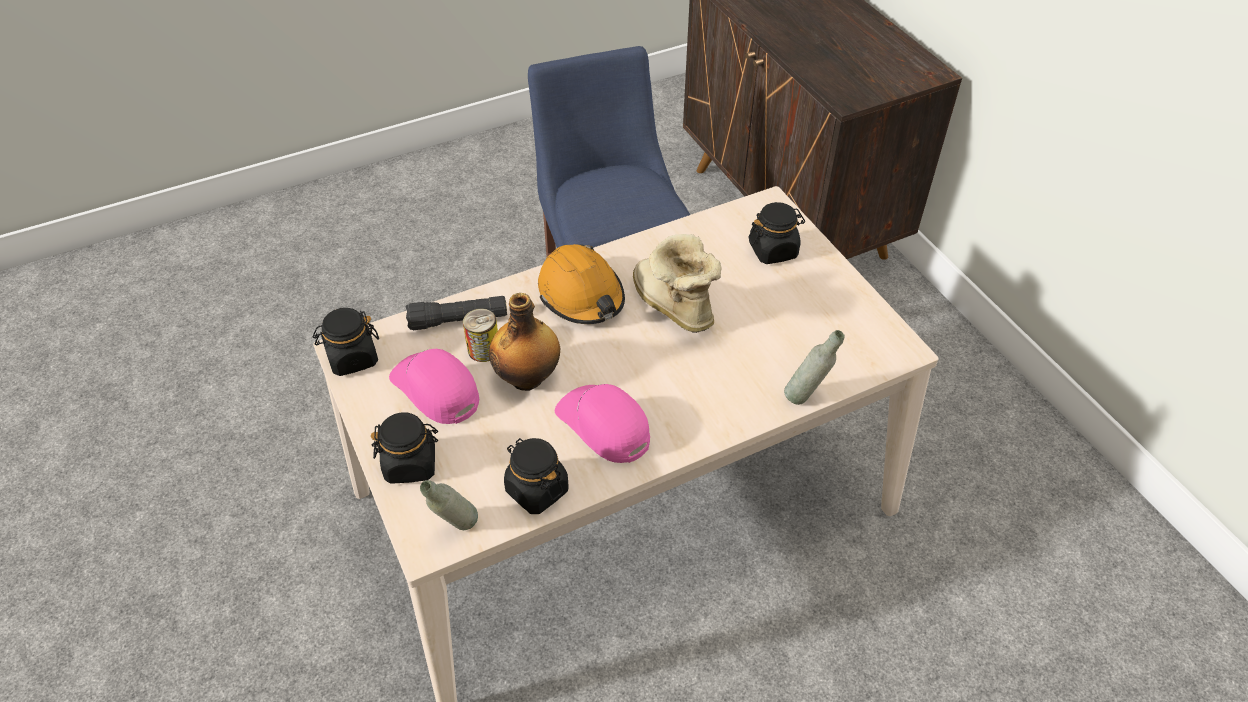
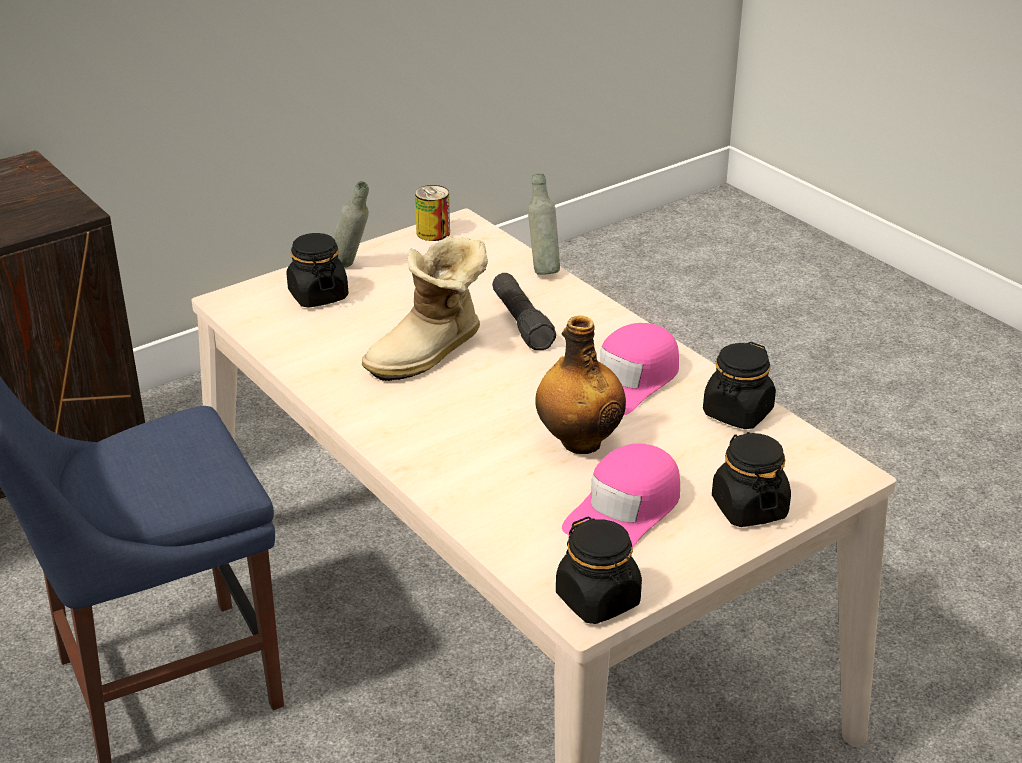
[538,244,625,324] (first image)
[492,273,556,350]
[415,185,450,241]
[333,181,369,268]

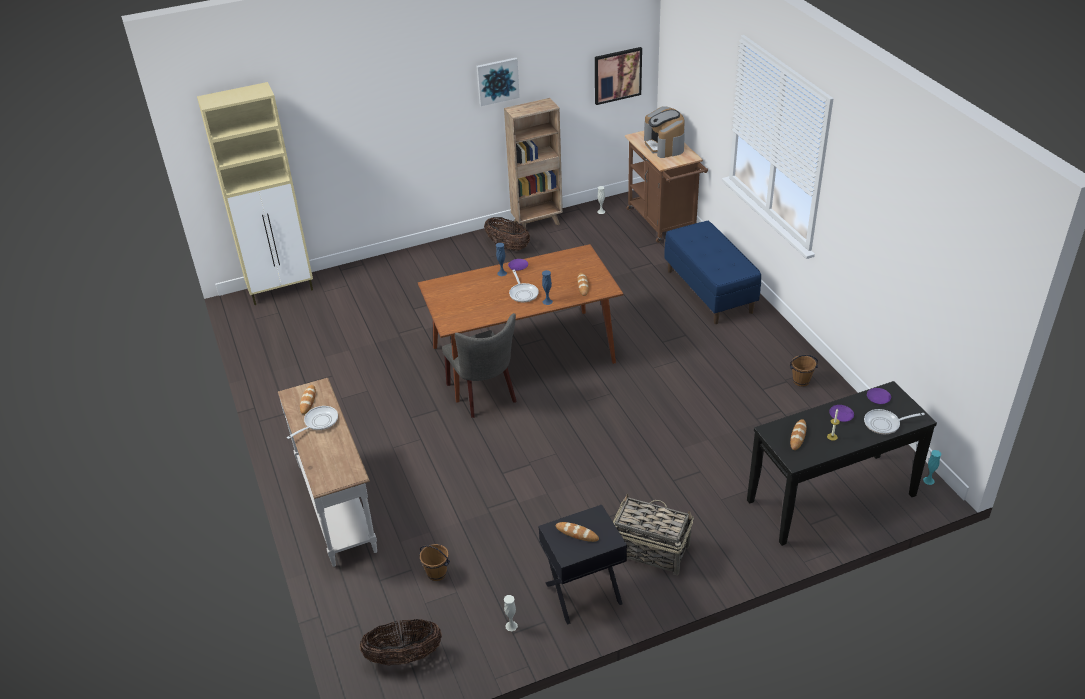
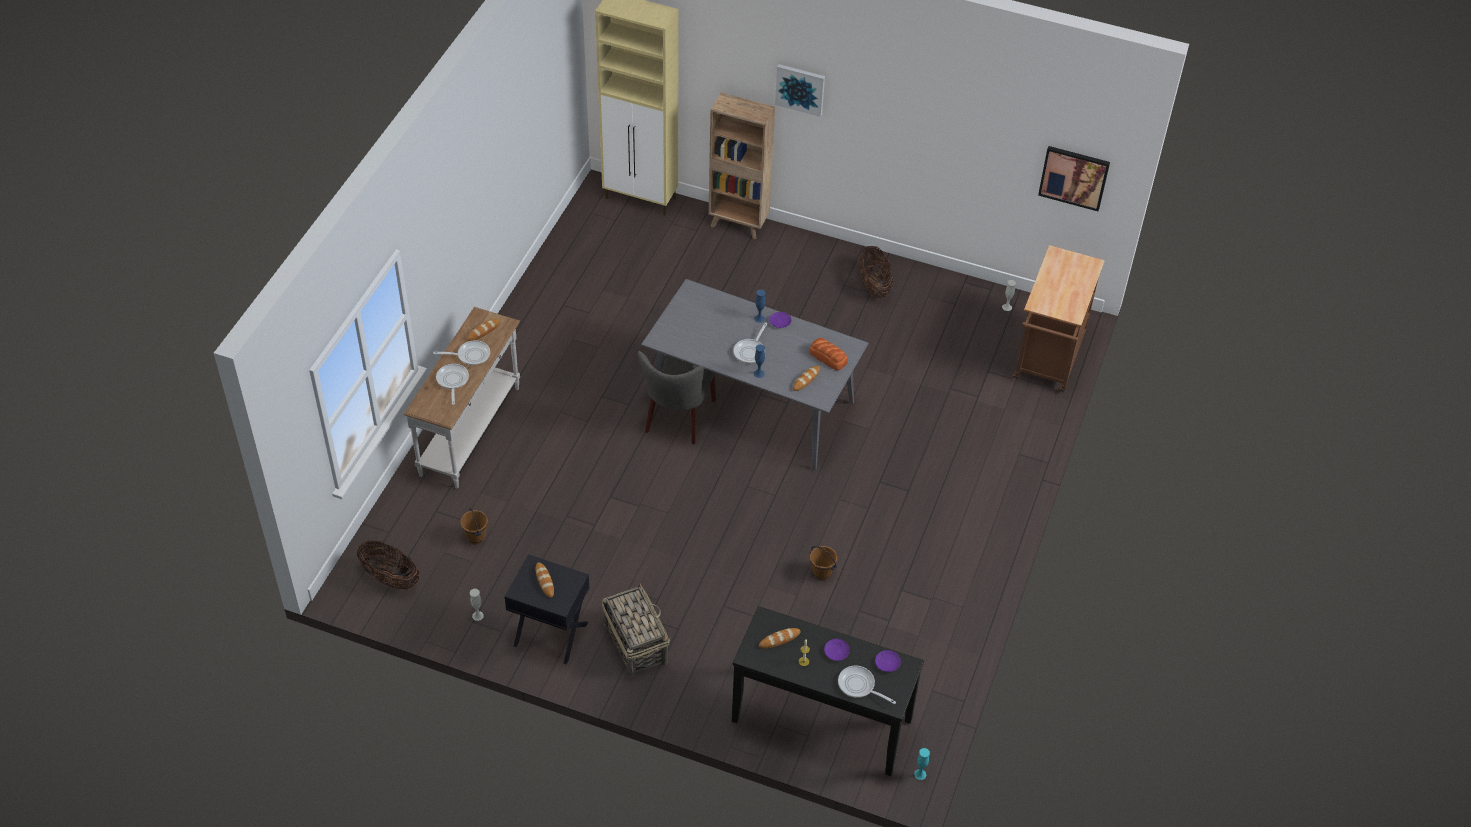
[775,64,825,117]
[709,92,775,239]
[644,106,685,158] (first image)
[664,221,761,324] (first image)
[641,279,868,471]
[809,546,837,580]
[809,338,848,370]
[436,364,469,405]

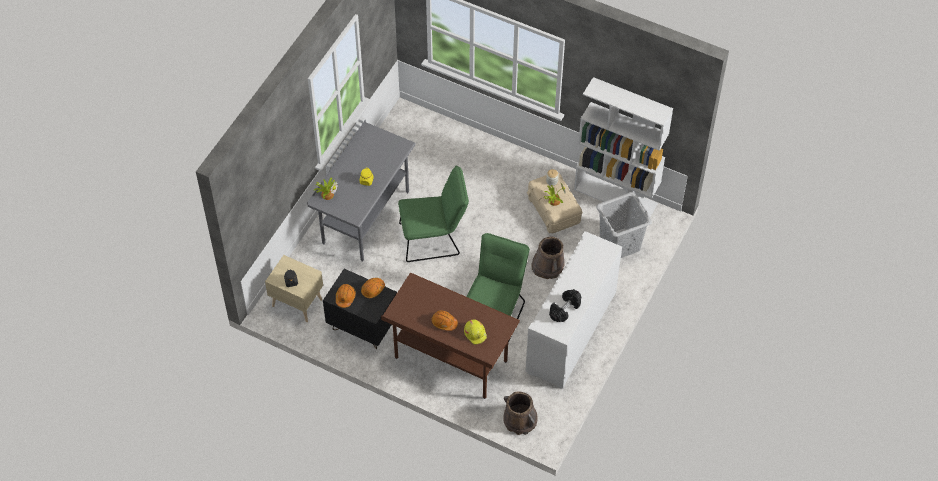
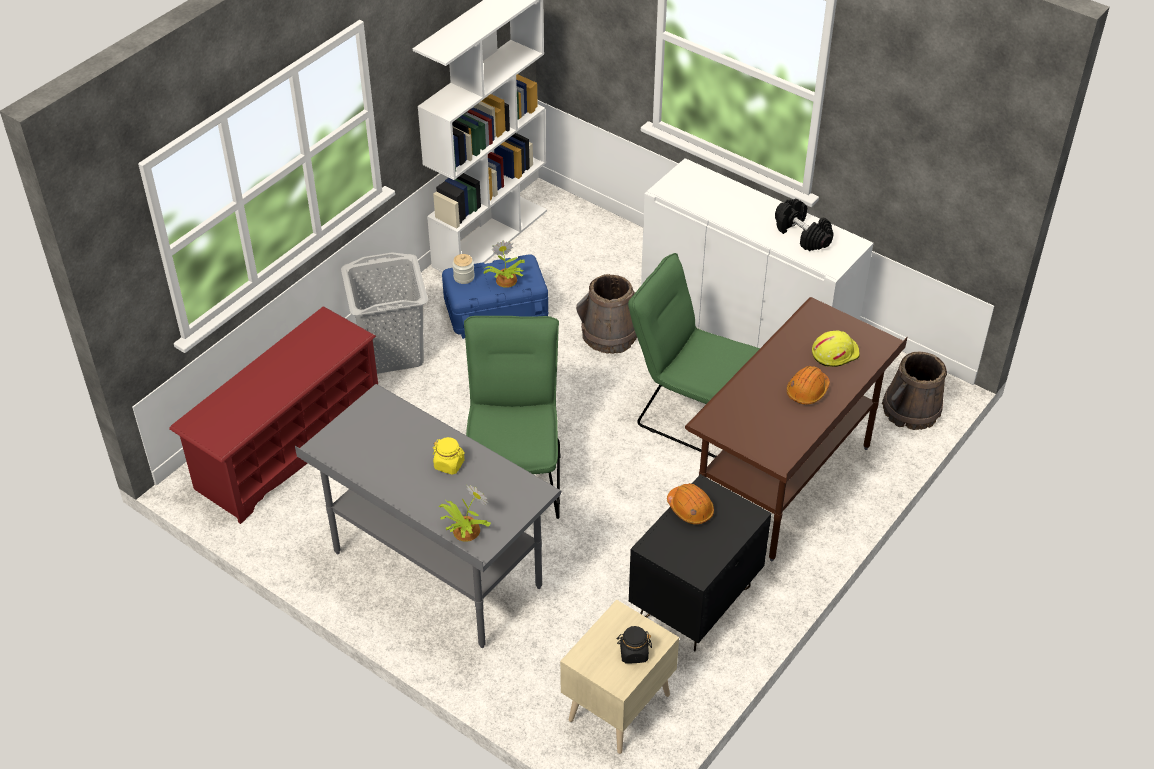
[442,255,548,339]
[341,252,428,374]
[336,284,356,308] (first image)
[169,307,378,524]

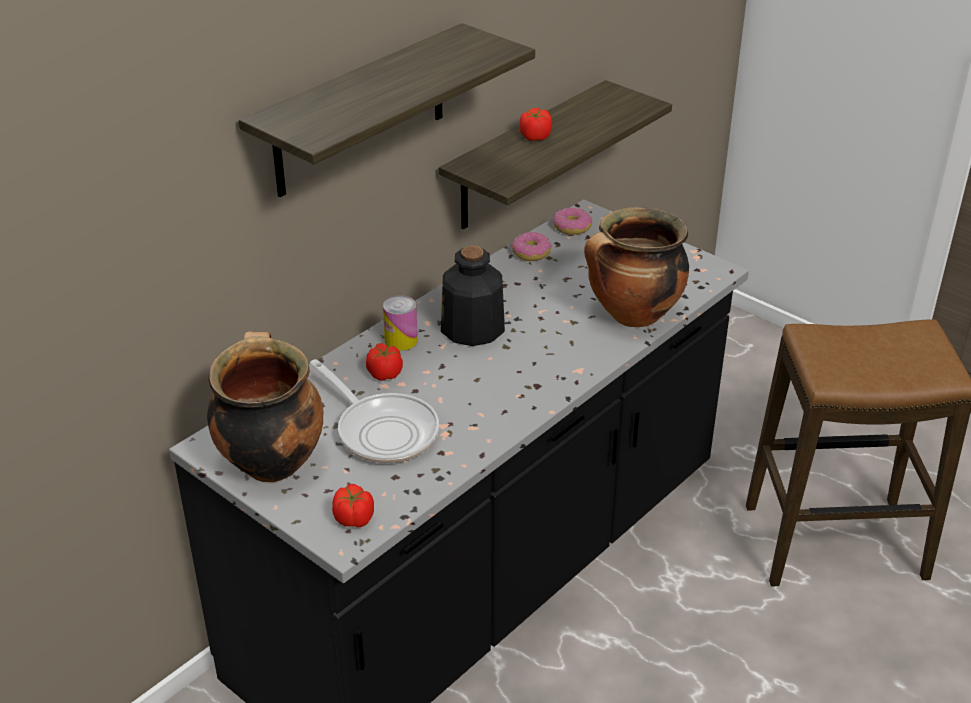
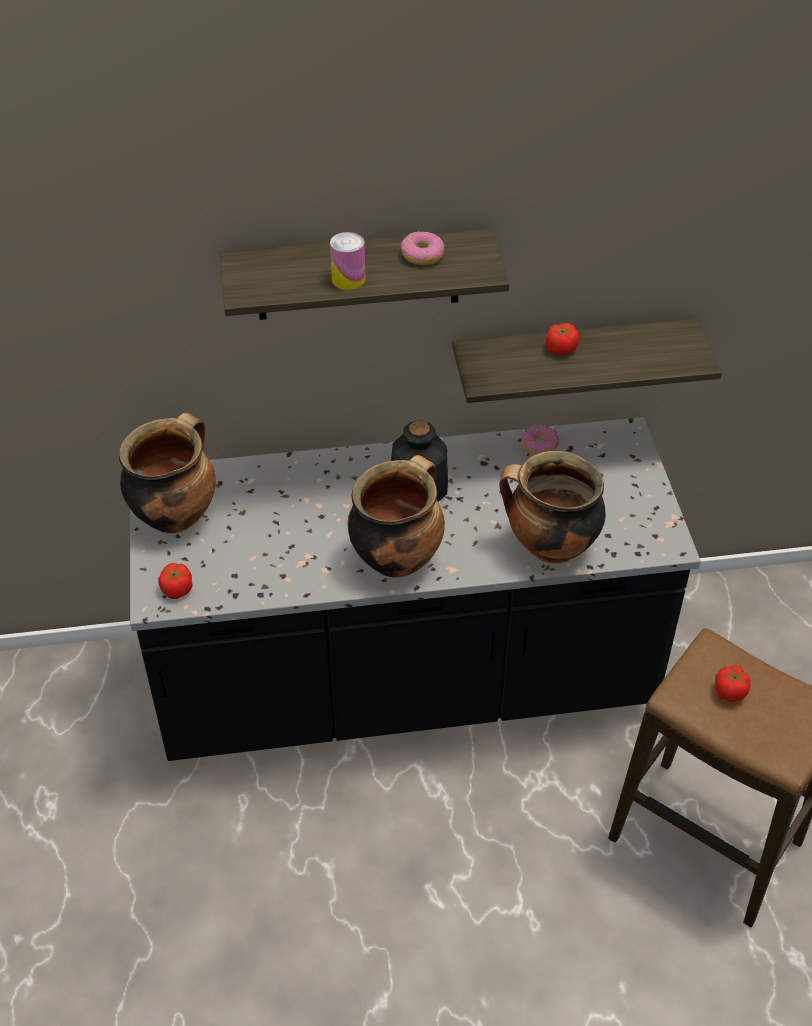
[401,232,444,265]
[330,232,366,290]
[715,665,751,702]
[310,359,439,463] (first image)
[347,455,445,578]

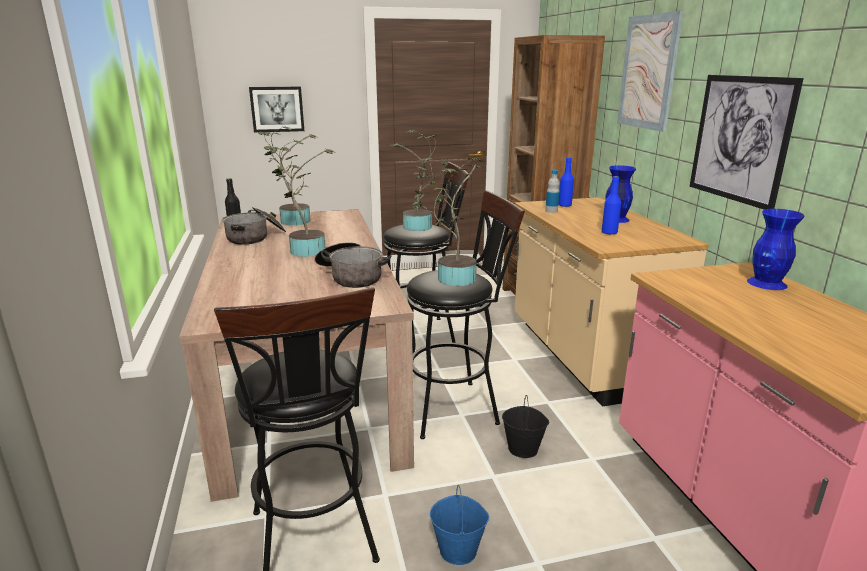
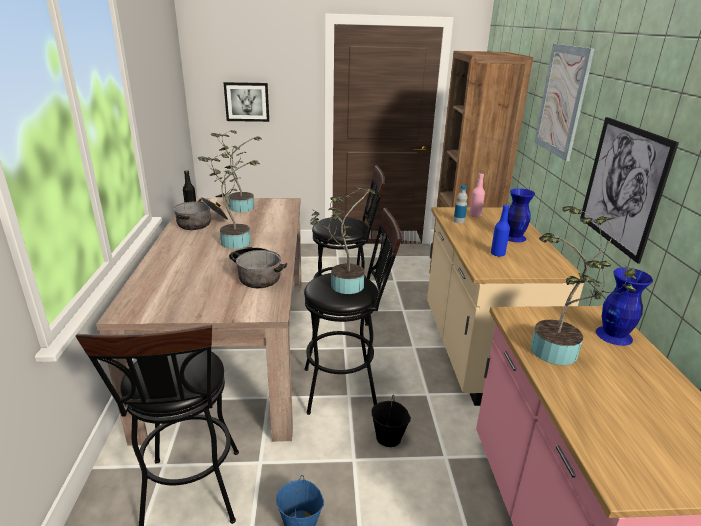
[530,206,638,365]
[469,173,485,217]

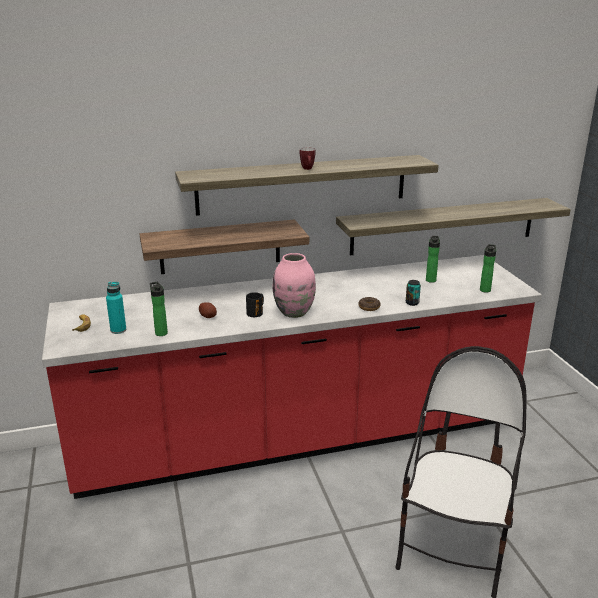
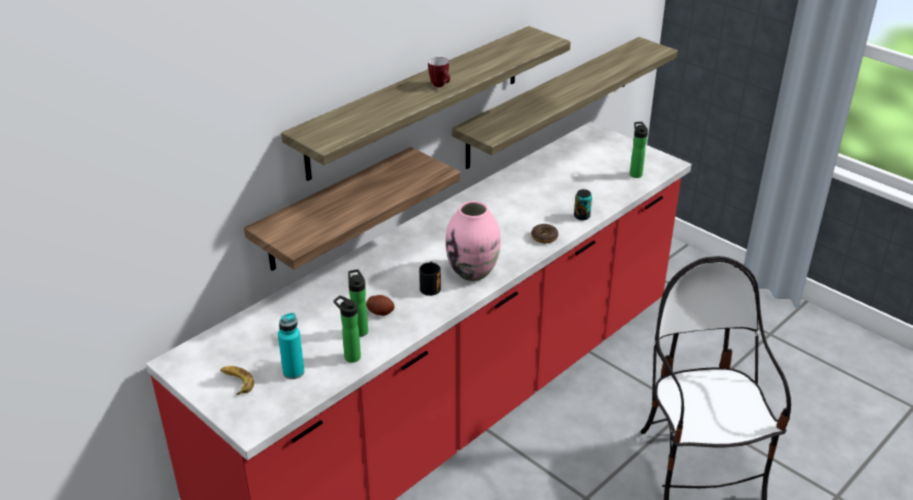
[348,269,368,337]

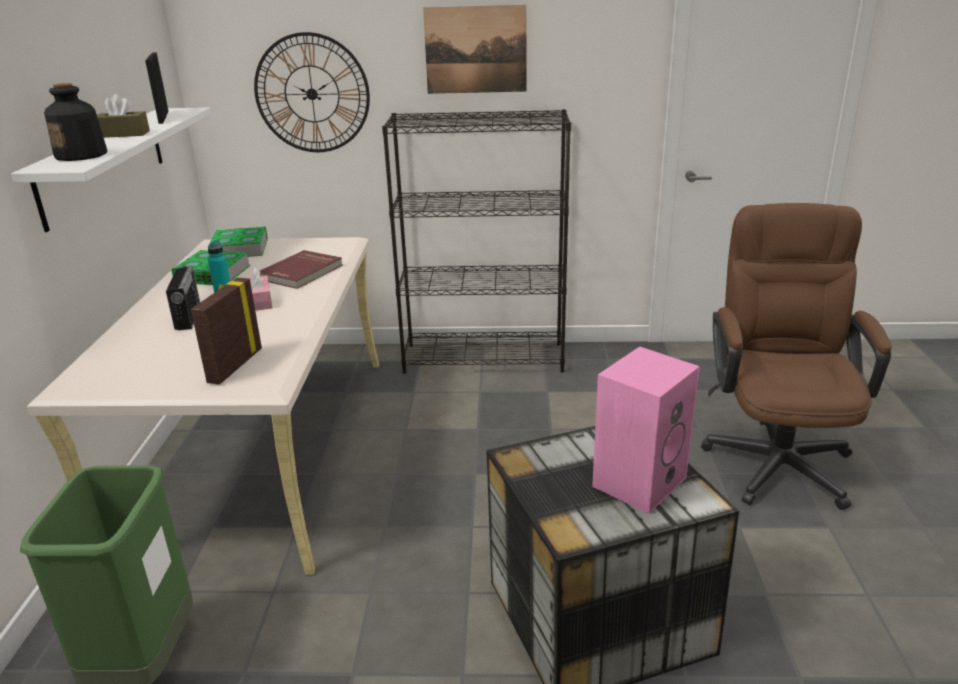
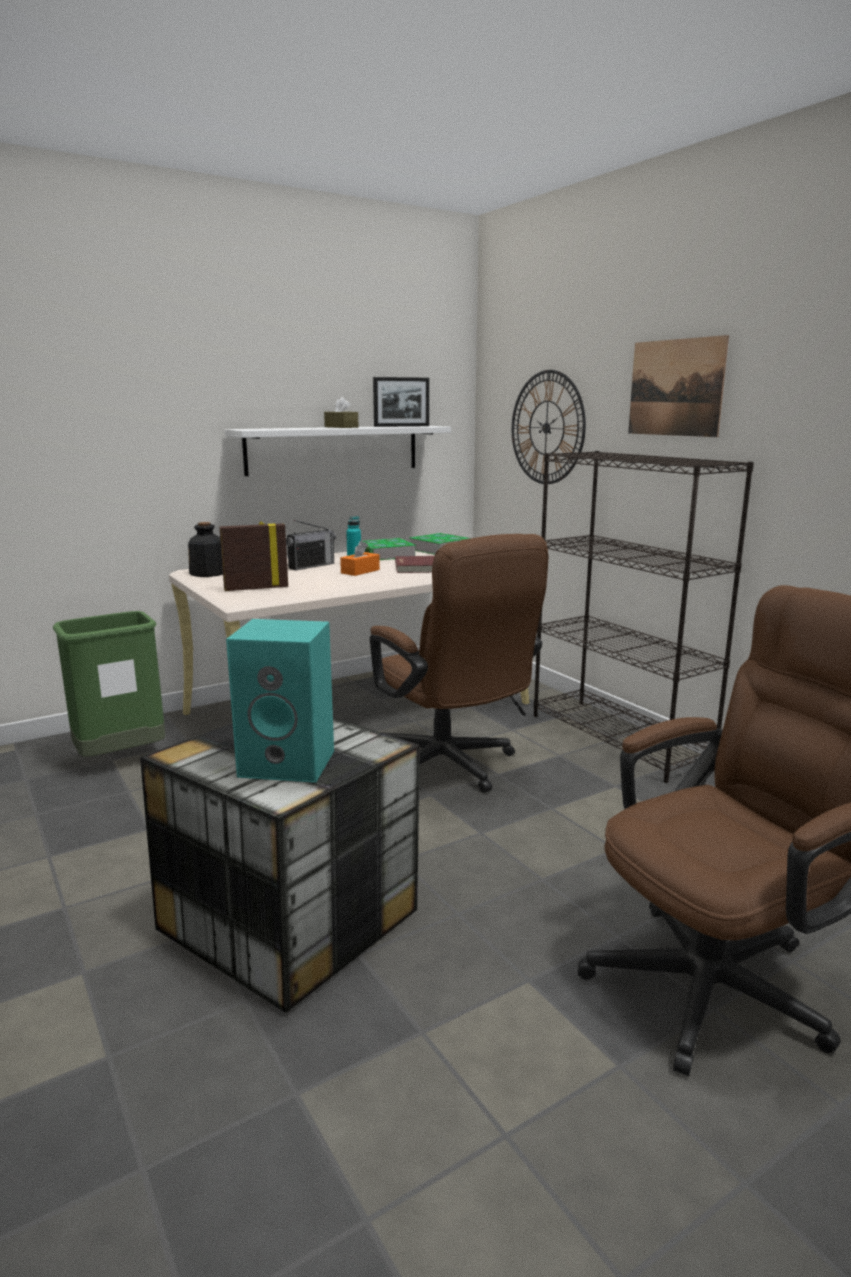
[373,377,429,427]
[188,522,223,577]
[340,541,380,576]
[226,619,334,783]
[370,534,549,792]

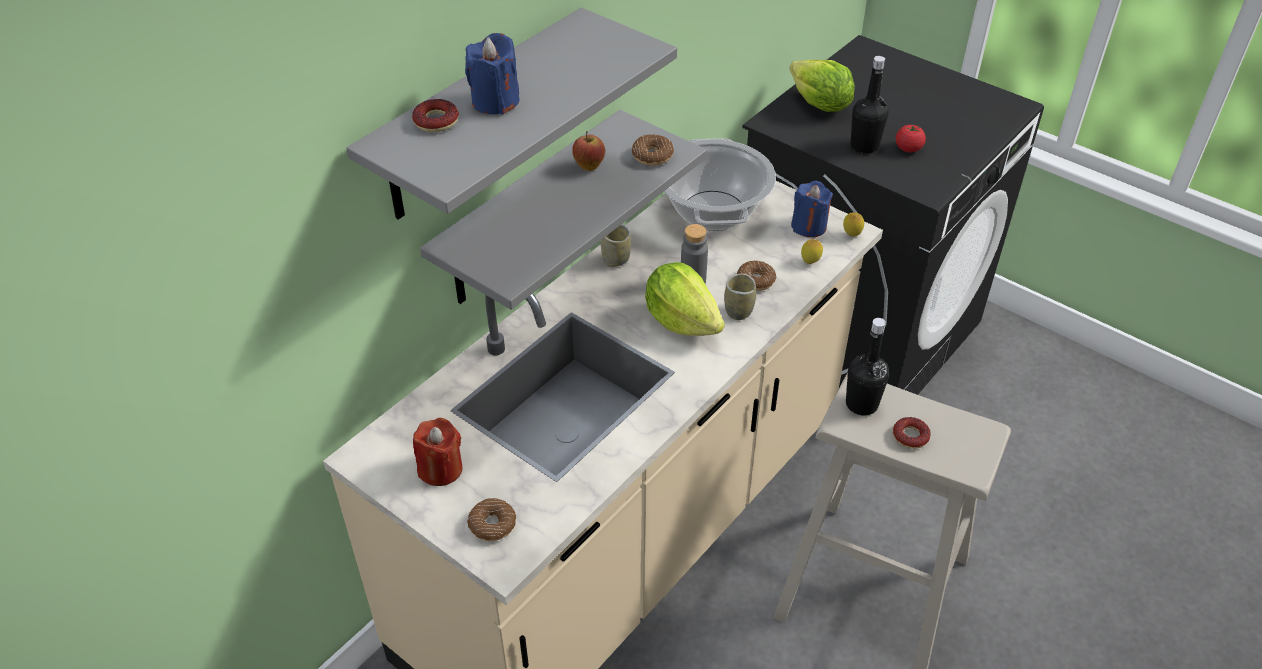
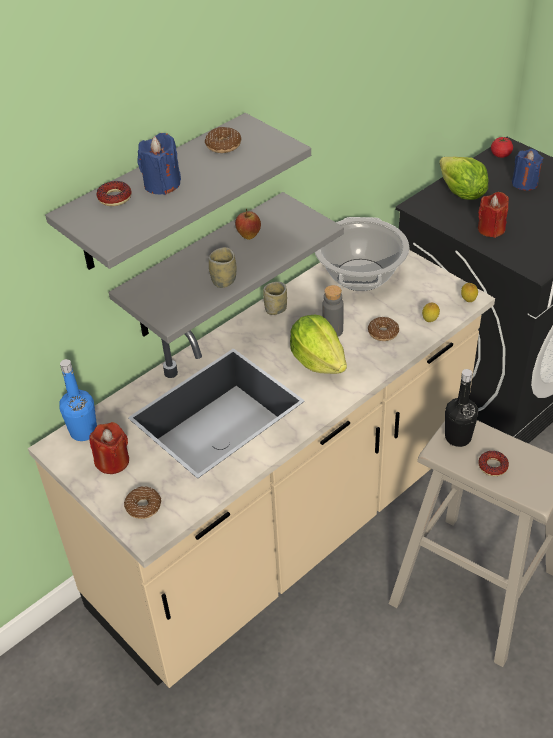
[478,192,509,238]
[491,137,513,158]
[205,127,241,153]
[512,149,543,190]
[209,247,236,288]
[59,359,97,441]

